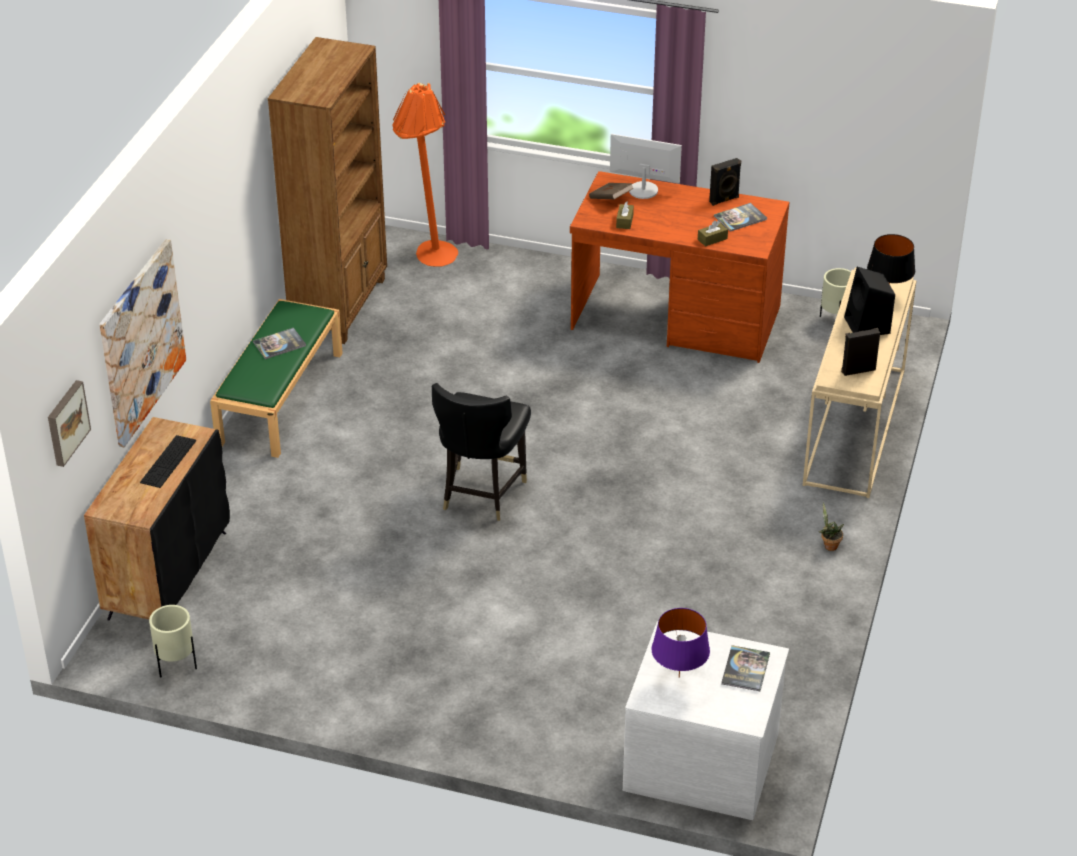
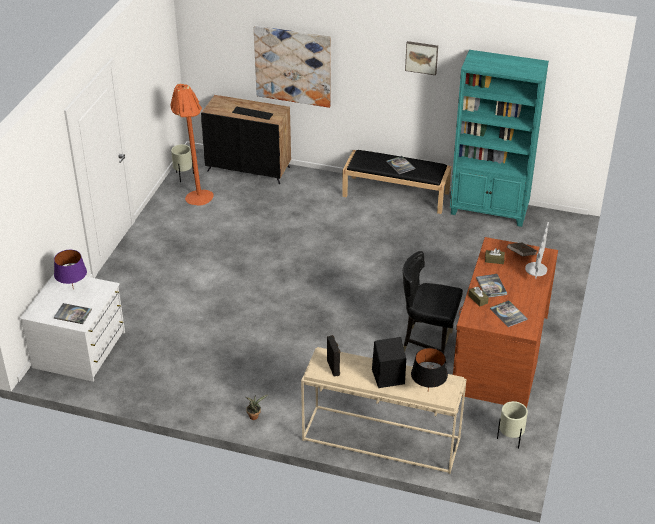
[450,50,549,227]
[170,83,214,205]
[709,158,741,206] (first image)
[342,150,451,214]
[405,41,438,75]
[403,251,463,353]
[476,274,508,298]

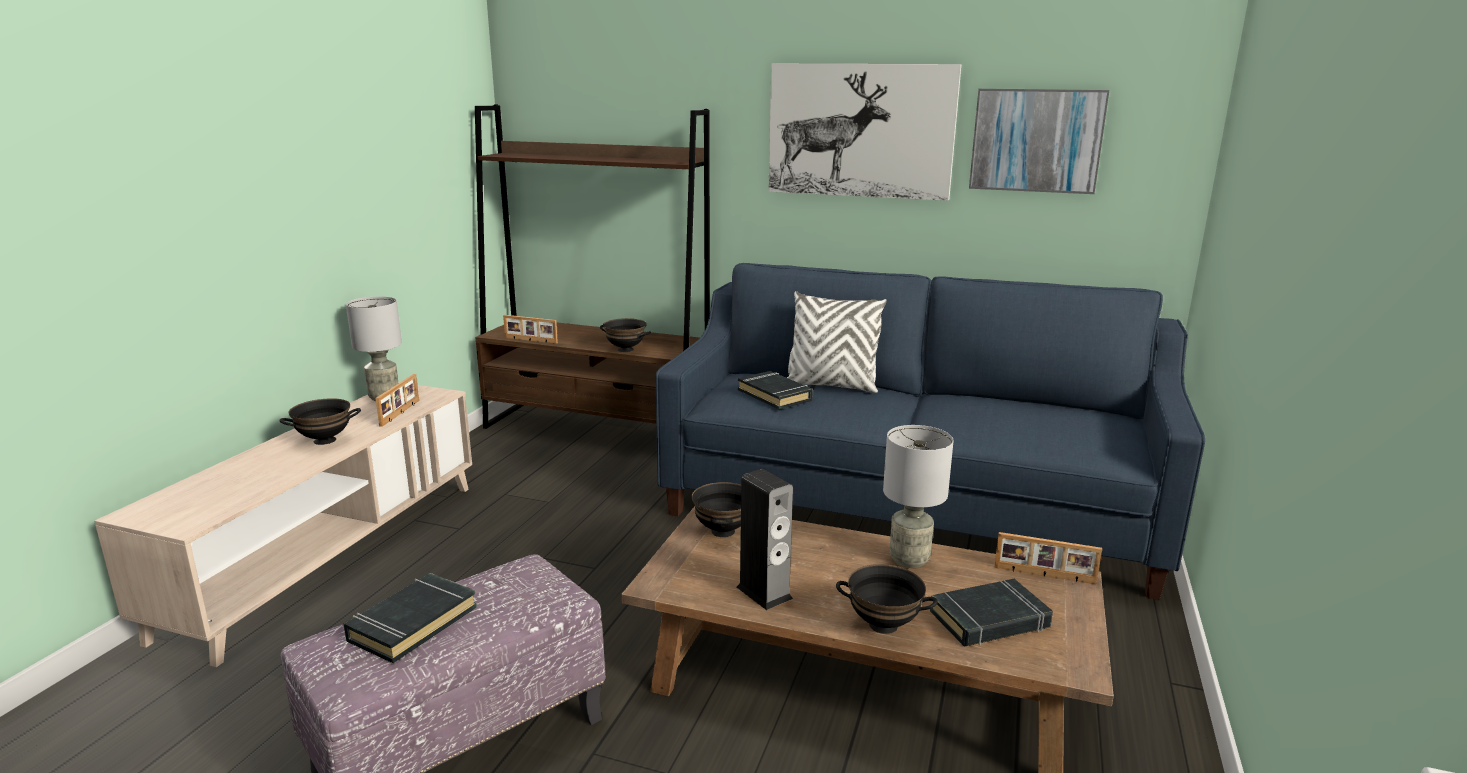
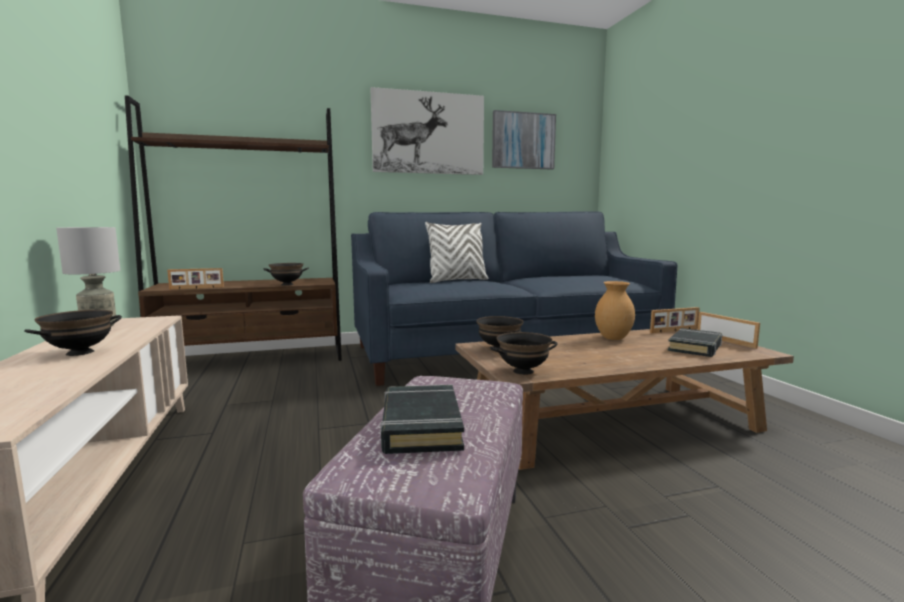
[738,371,813,409] (first image)
[698,312,760,349]
[595,281,635,340]
[737,469,793,610] (first image)
[490,332,557,375]

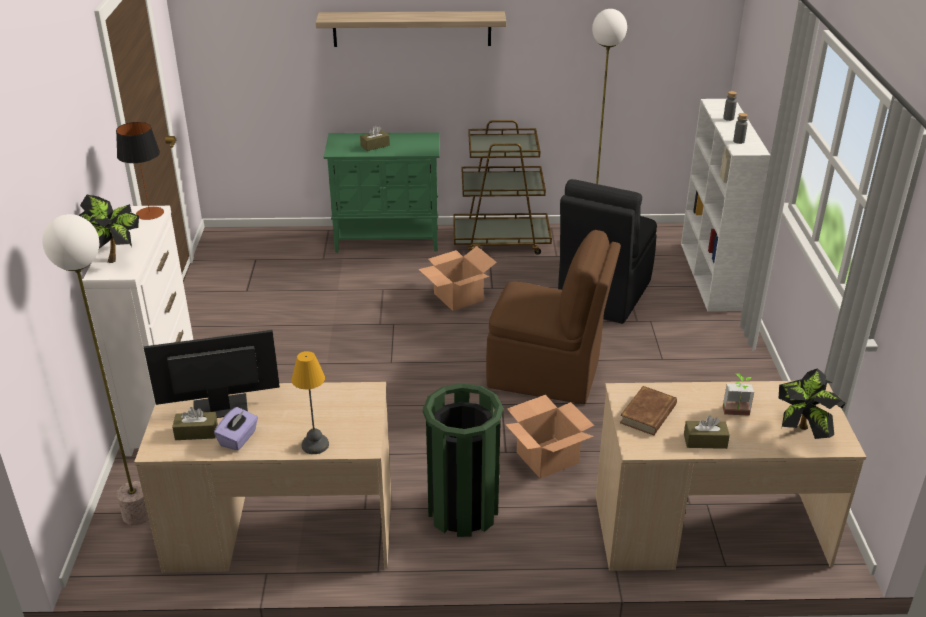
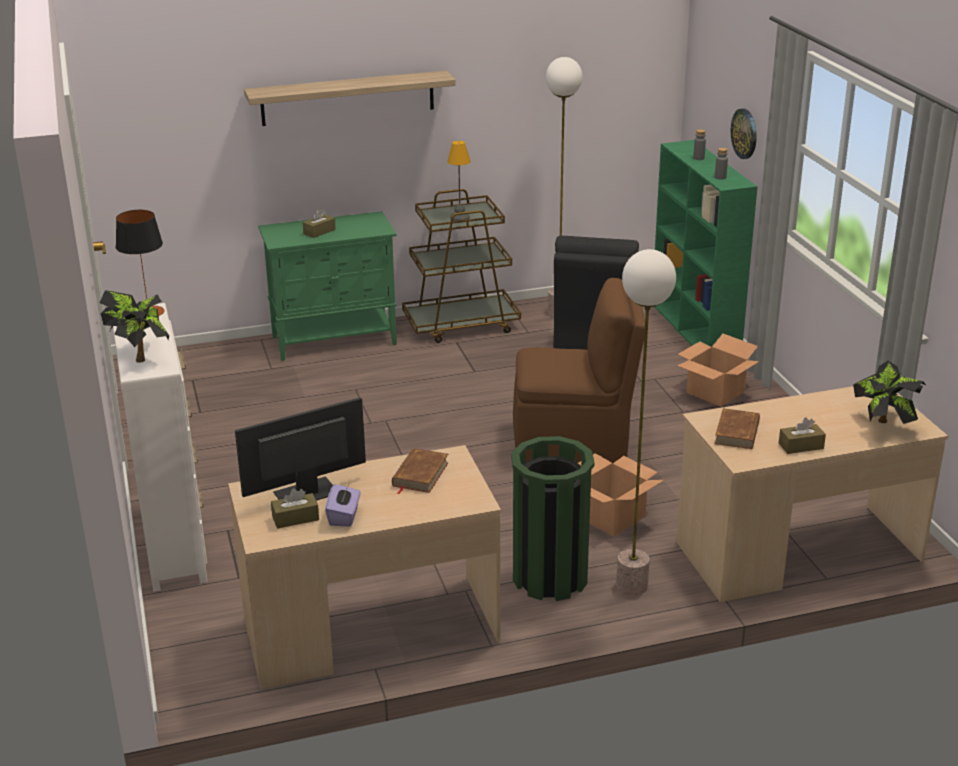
[655,140,758,347]
[616,249,676,595]
[677,334,759,407]
[447,141,471,221]
[723,373,754,416] (first image)
[731,108,757,159]
[392,448,448,494]

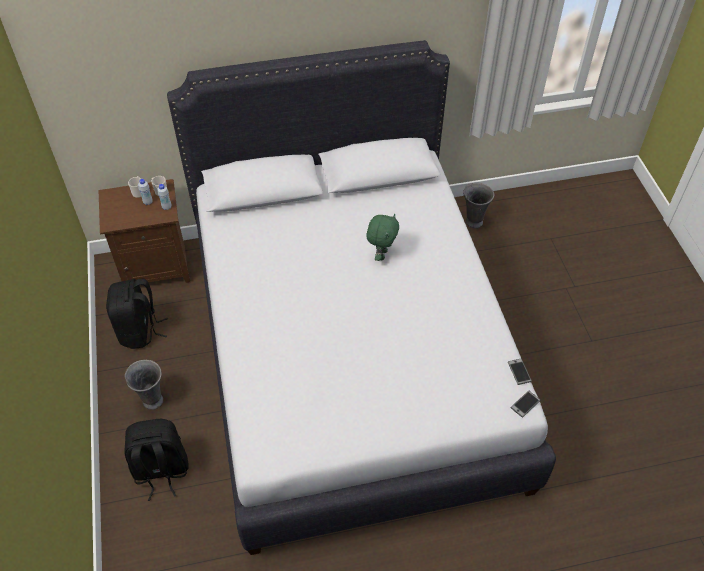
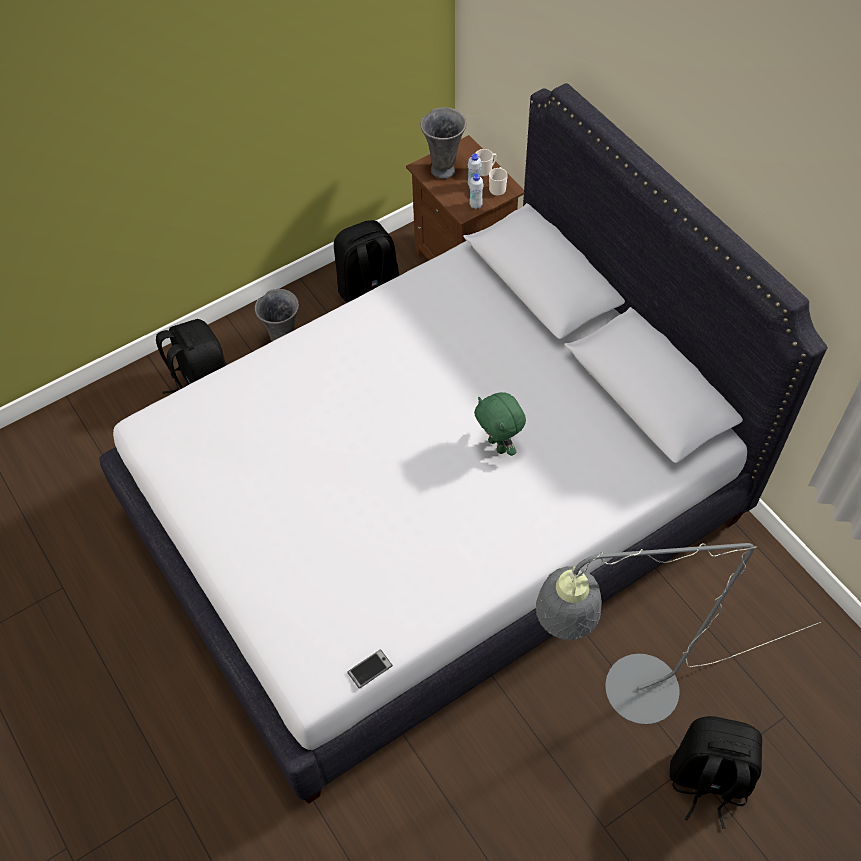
[420,107,467,179]
[474,392,526,456]
[511,391,540,418] (first image)
[536,543,821,724]
[670,716,762,829]

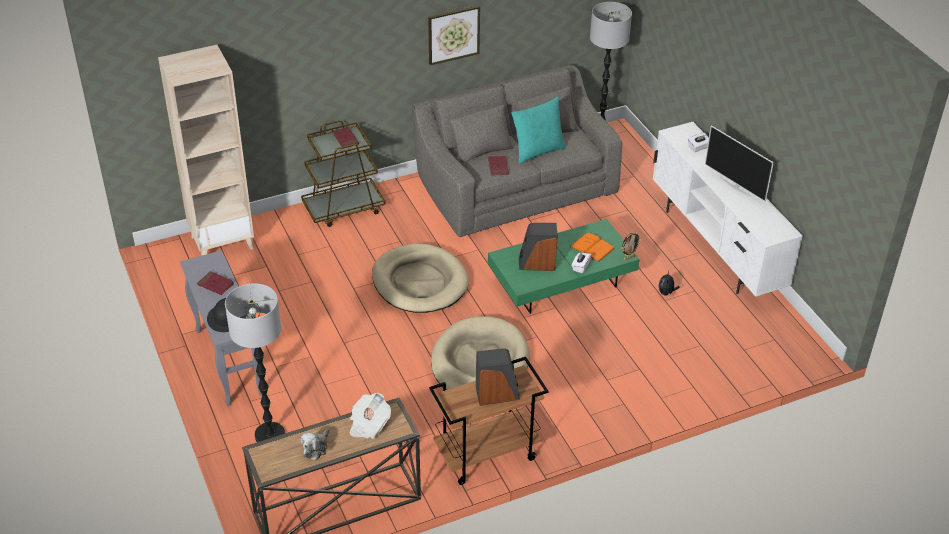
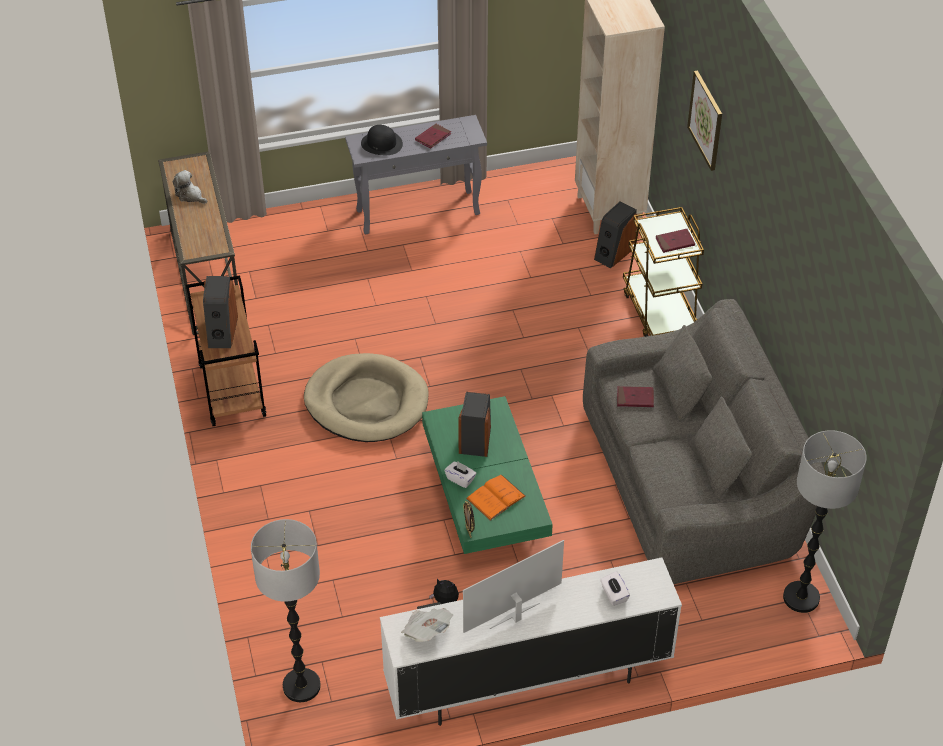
[687,70,722,171]
[511,97,566,164] (first image)
[372,244,469,313] (first image)
[251,519,321,702]
[401,608,453,642]
[594,202,638,268]

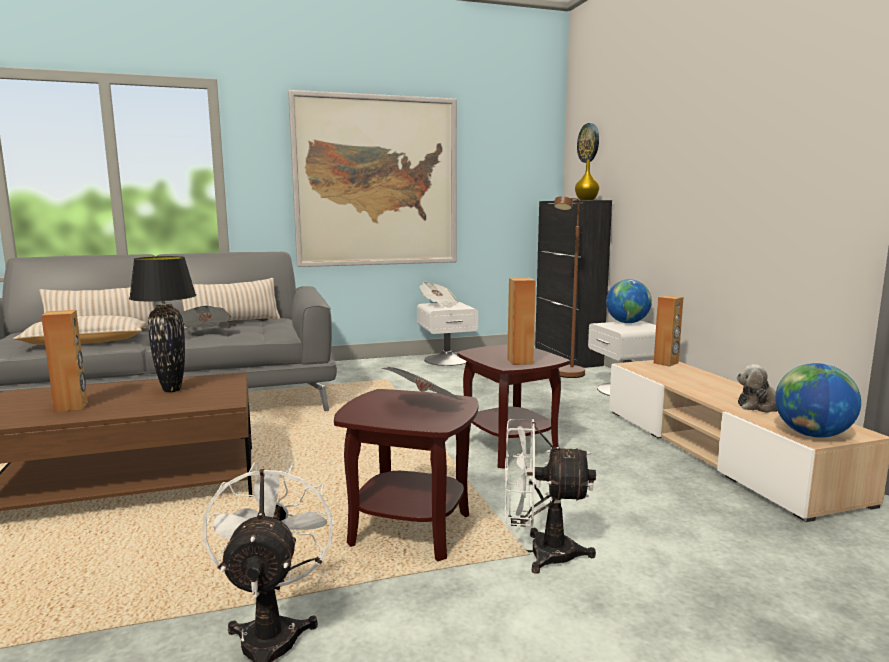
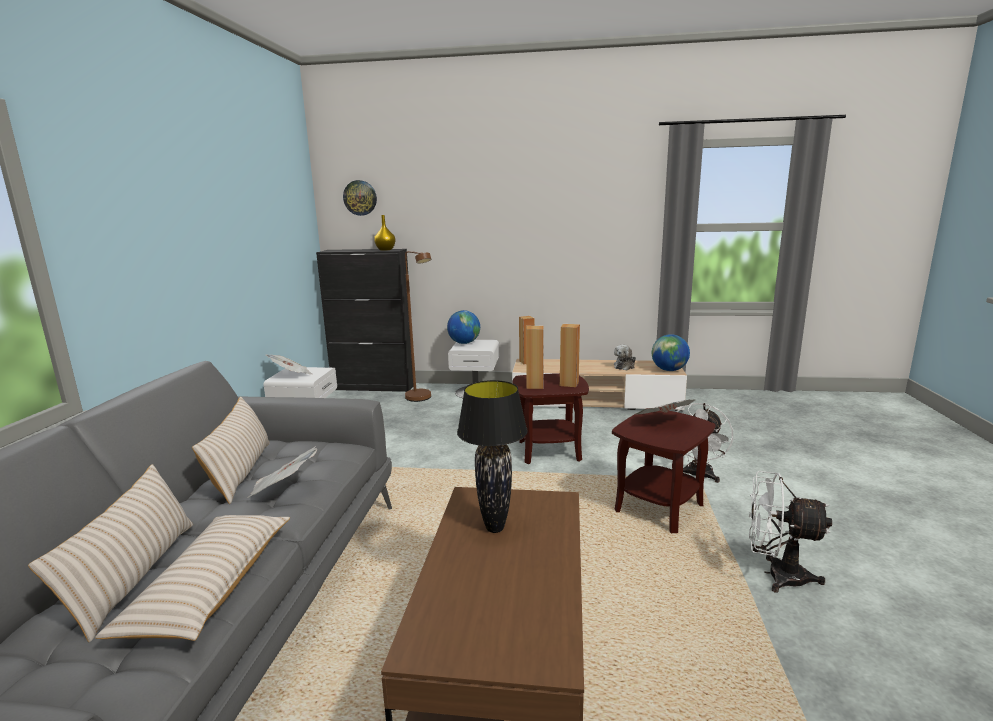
[288,90,457,267] (first image)
[526,326,544,389]

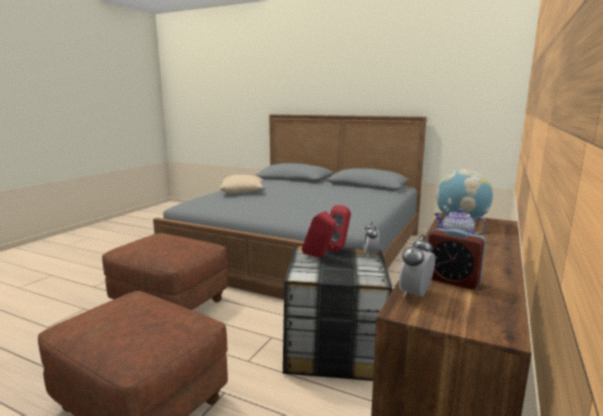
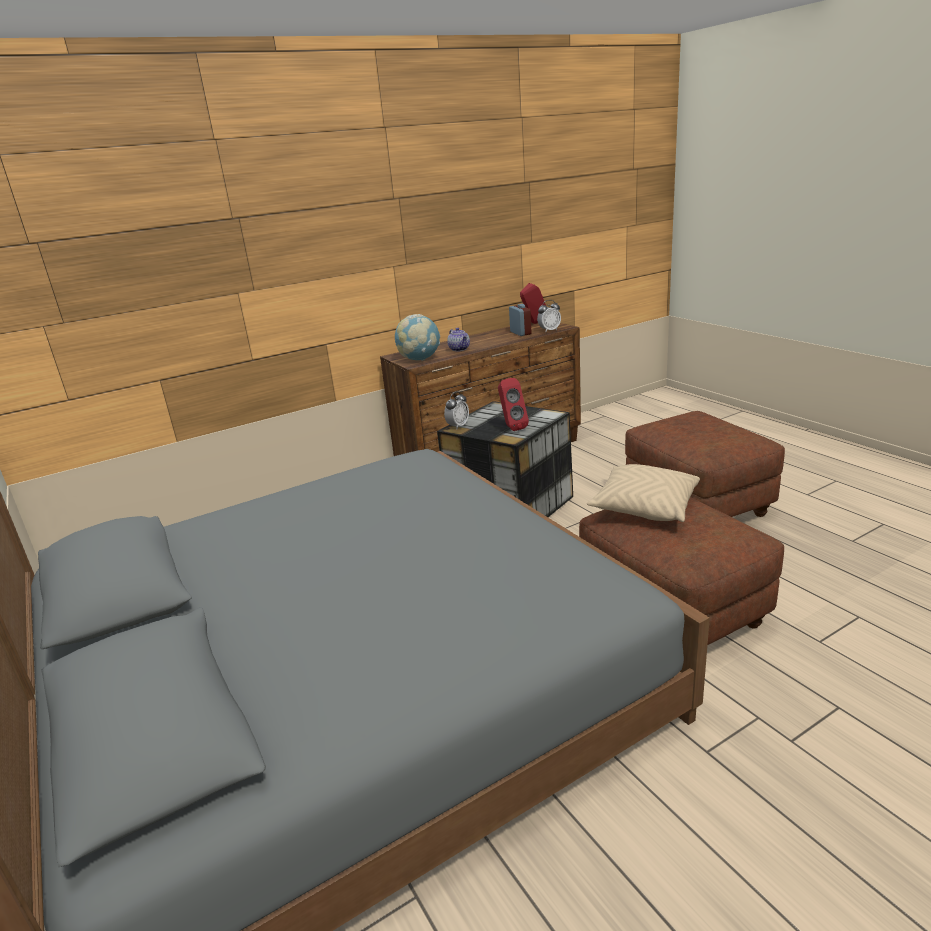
[587,464,700,522]
[520,283,546,324]

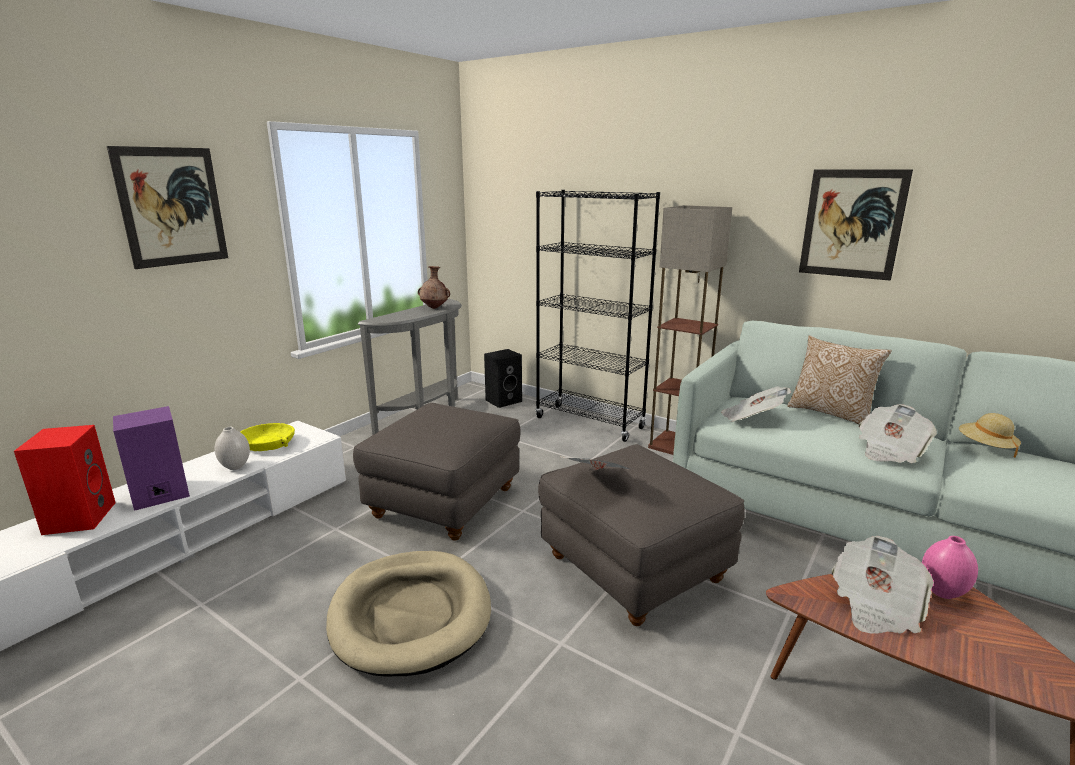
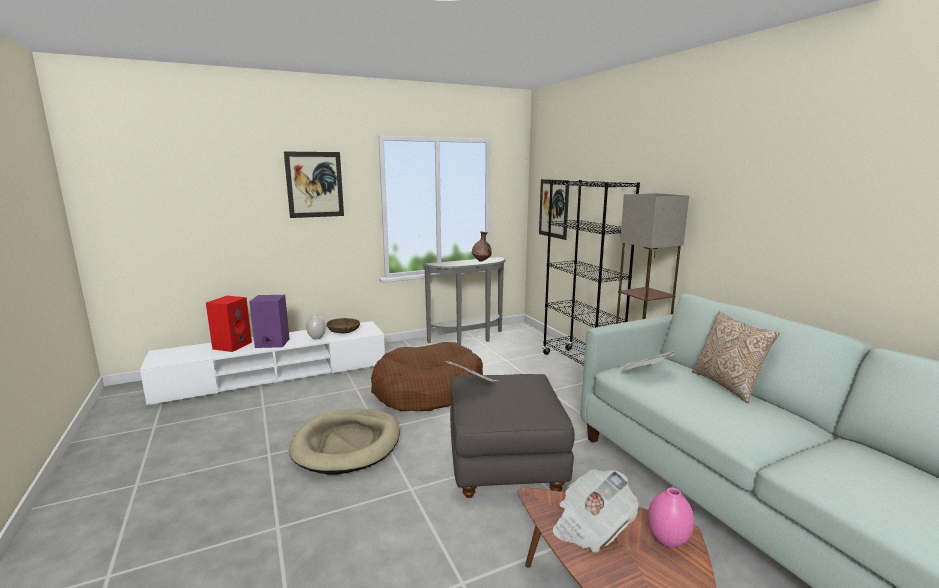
[539,179,570,240]
[484,349,522,408] (first image)
[371,342,483,411]
[859,404,937,463] (first image)
[959,413,1021,458] (first image)
[326,318,360,333]

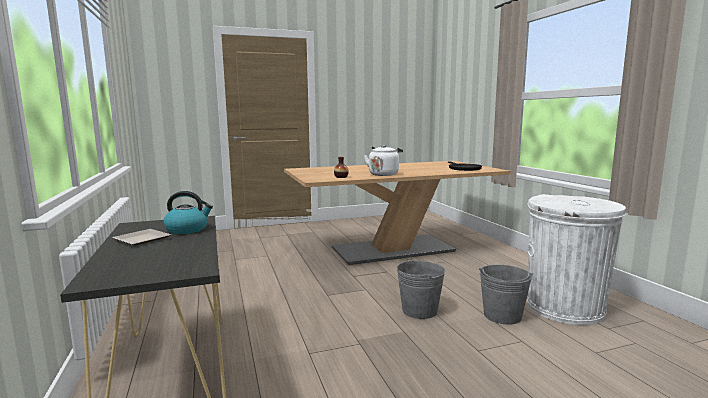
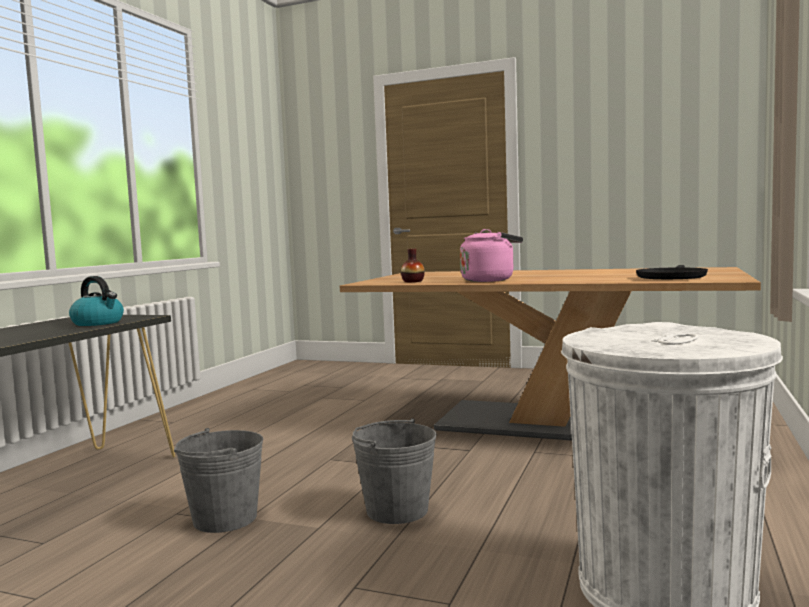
[460,229,523,282]
[112,229,171,245] (first image)
[174,428,264,533]

